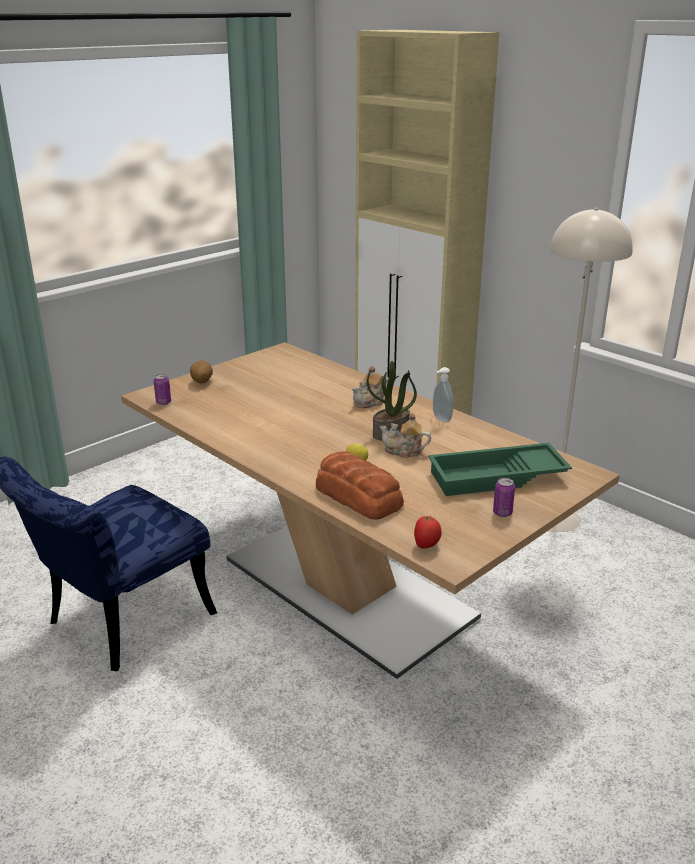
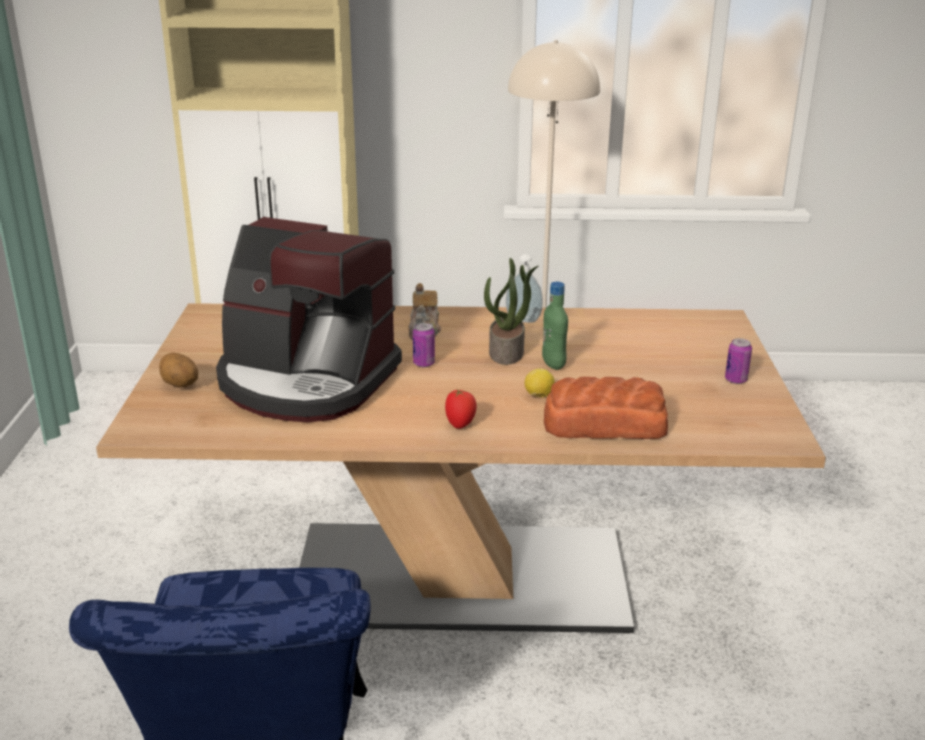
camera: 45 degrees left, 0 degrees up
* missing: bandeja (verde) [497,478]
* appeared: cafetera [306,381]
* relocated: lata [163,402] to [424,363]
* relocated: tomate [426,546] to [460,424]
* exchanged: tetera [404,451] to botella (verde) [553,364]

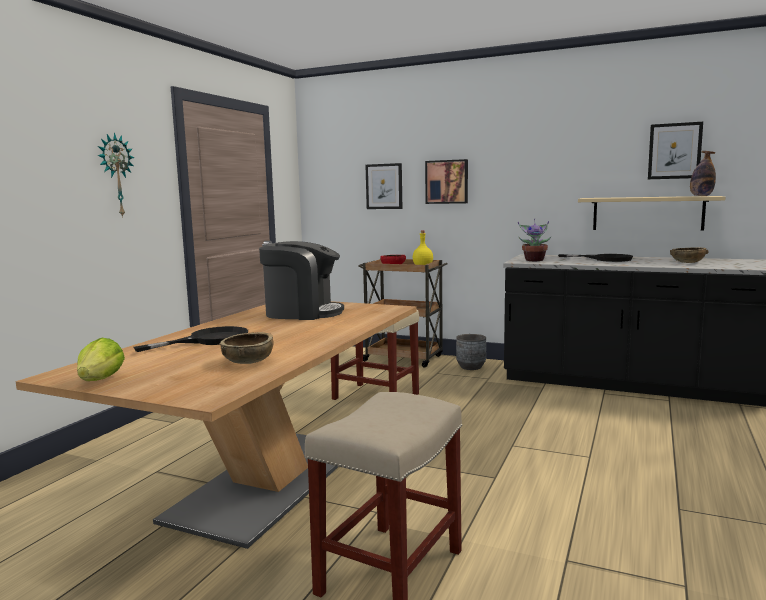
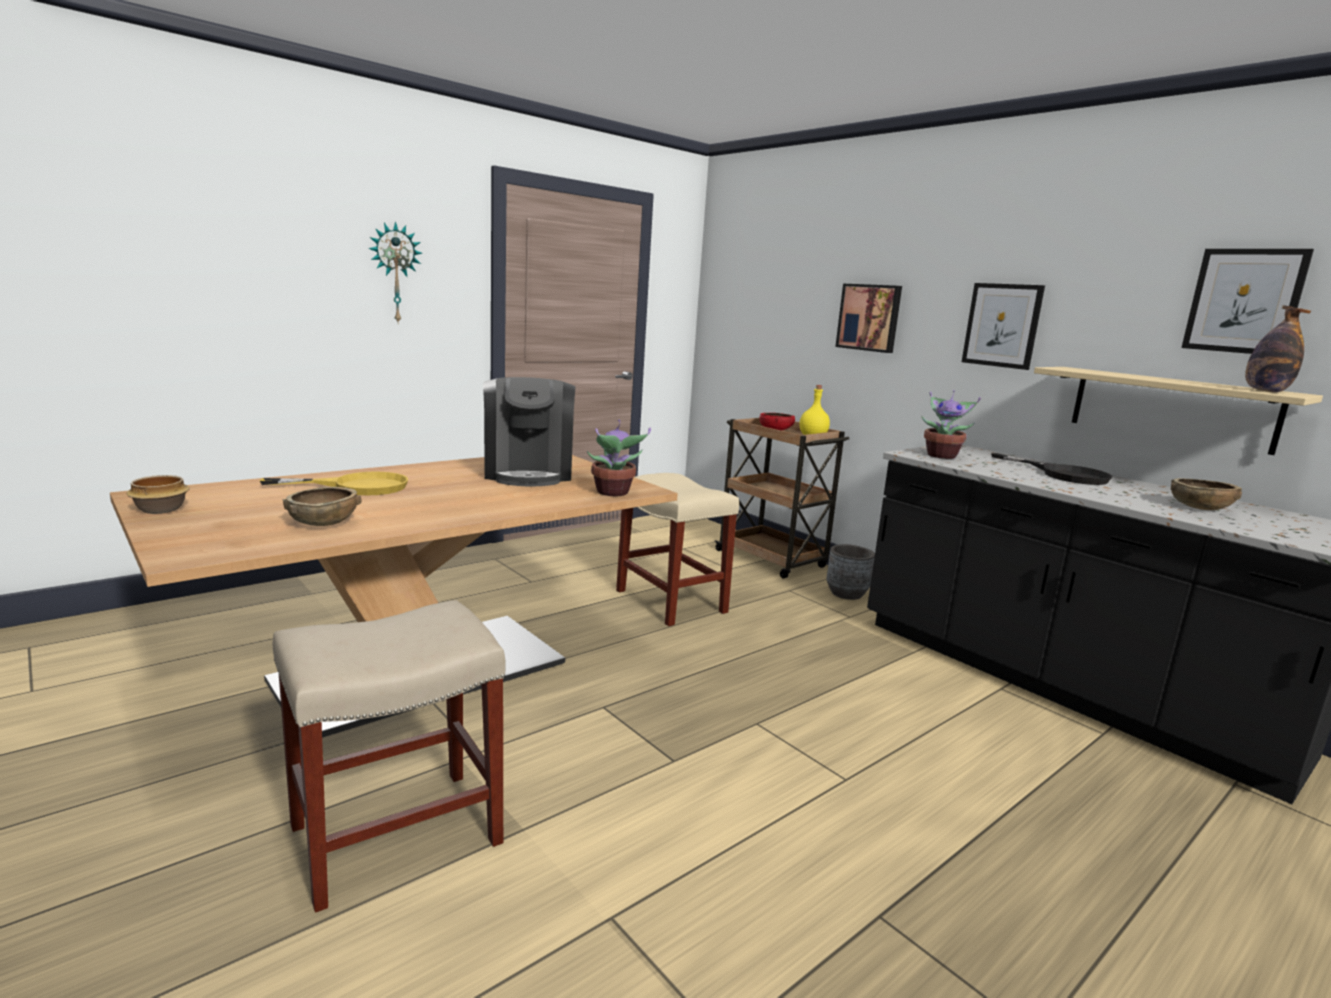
camera: 25 degrees right, 5 degrees up
* appeared: planta en maceta [613,493]
* relocated: cuadro [384,186] to [1002,325]
* exchanged: lechuga [101,380] to cuenco [162,510]
* colour: sartén (negro) [209,340] to sartén (amarillo) [357,486]
* spun: cafetera [302,313] = [528,473] 45 degrees clockwise

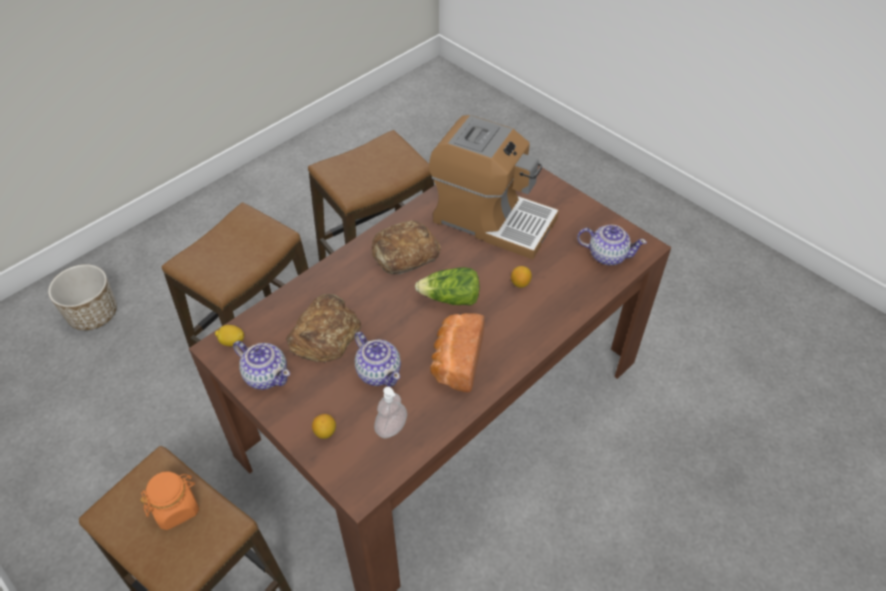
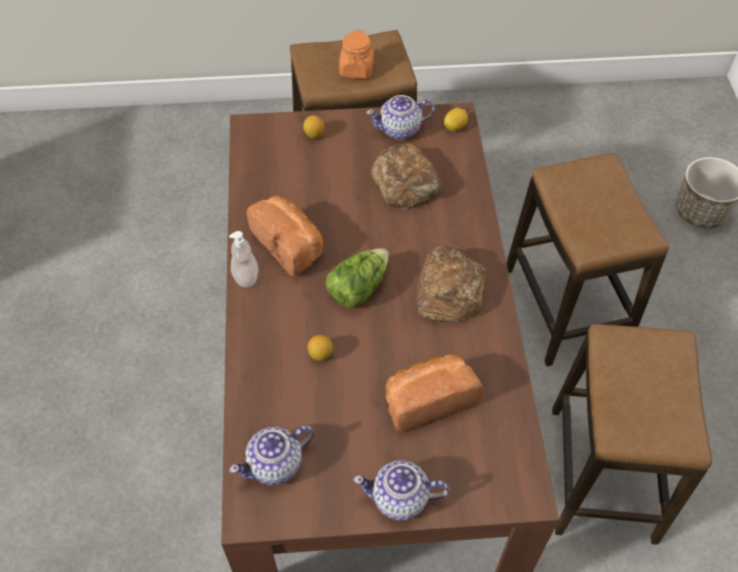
camera: 130 degrees right, 5 degrees up
* relocated: tetera [379,371] to [400,499]
* relocated: dispensador de jabón [391,427] to [246,276]
* exchanged: cafetera [492,219] to pan [427,399]

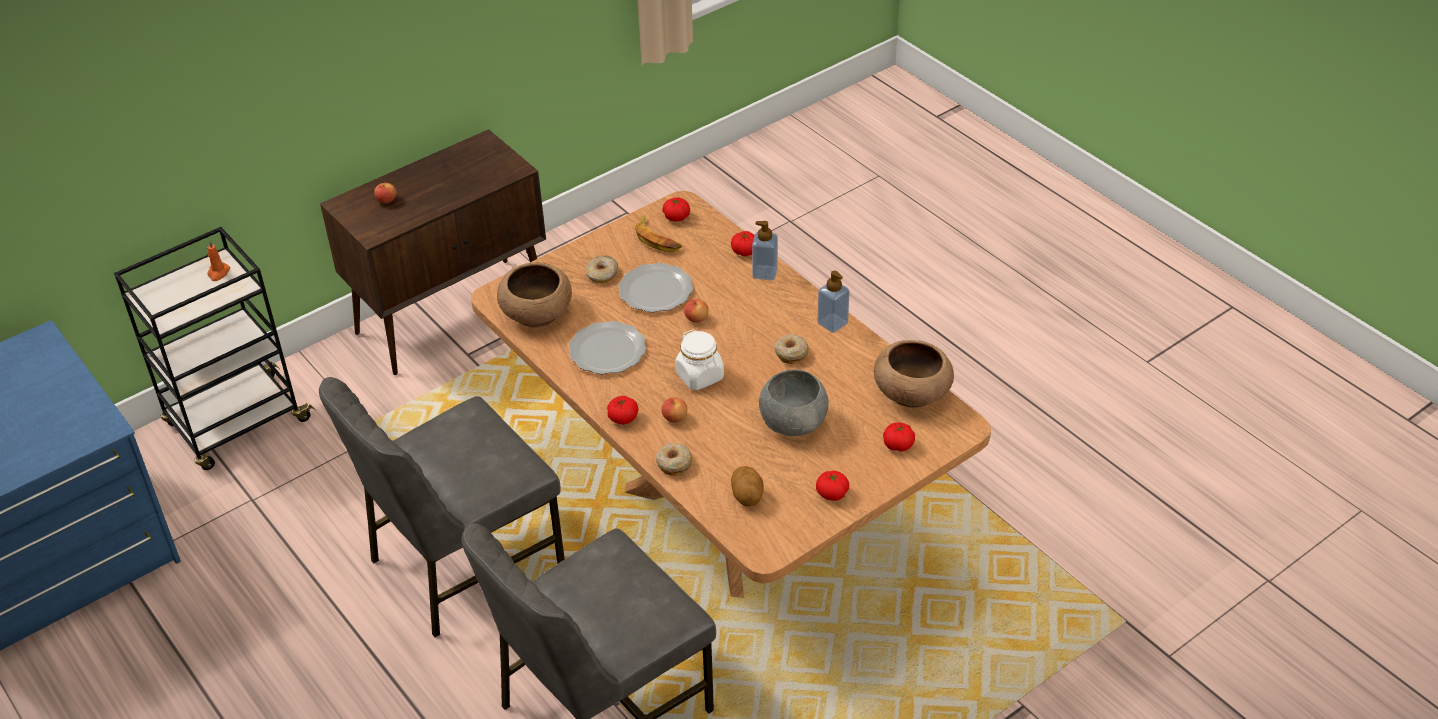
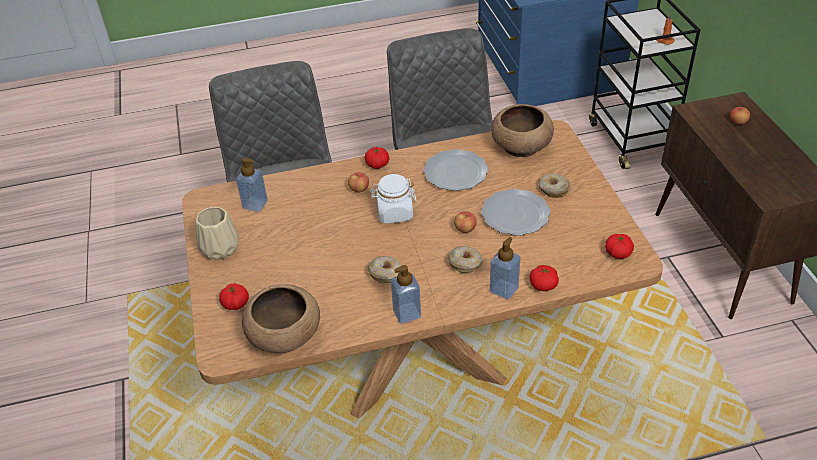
camera: 115 degrees right, 0 degrees up
* missing: plátano [657,239]
* missing: cuenco (gris) [792,423]
* relocated: rosquilla [674,463] to [465,263]
* exchanged: patata [747,496] to dispensador de jabón [255,204]
* exchanged: tomate [832,493] to florero (beis) [221,248]

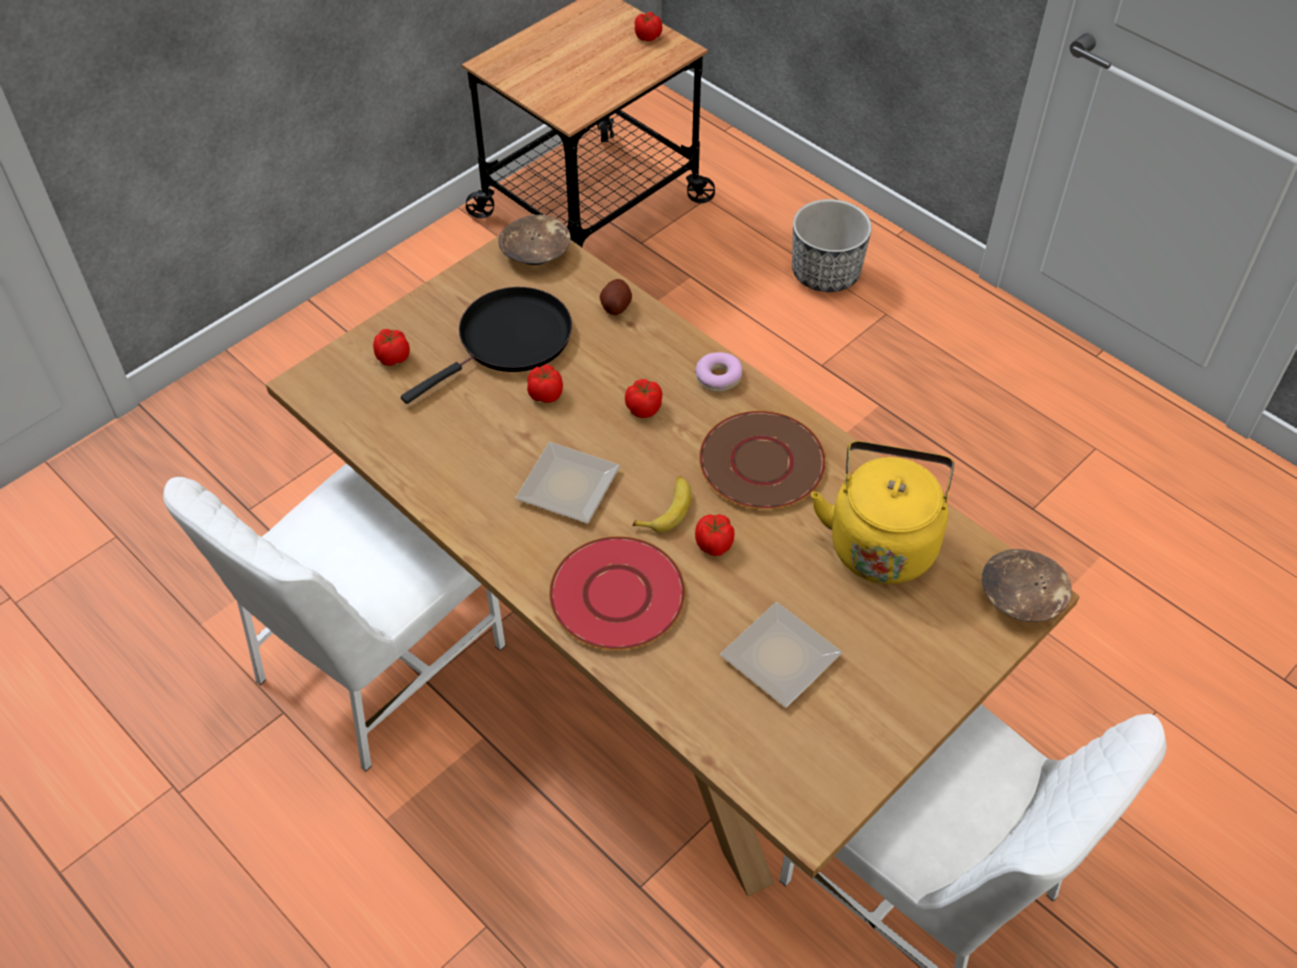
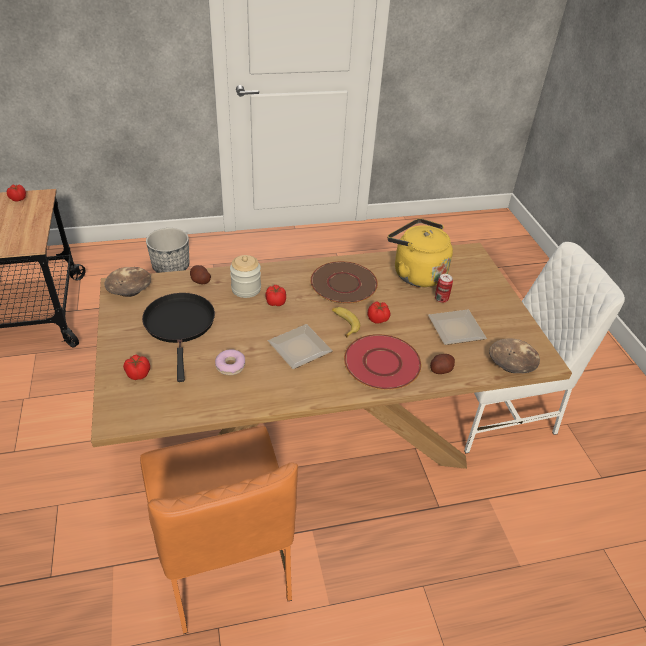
camera: 60 degrees left, 10 degrees down
* missing: tomate [546,393]
* appeared: tarro [246,289]
* appeared: patata [440,370]
* appeared: lata [441,299]
* relocated: rosquilla [718,377] to [230,366]
* relocated: cuenco (marrón) [1022,597] to [512,364]
* colour: silla (blanco) [374,663] to silla (naranja) [225,560]

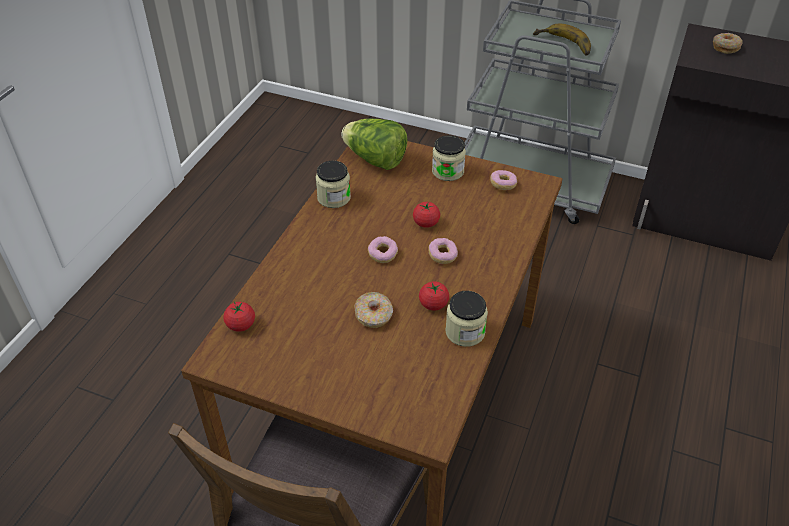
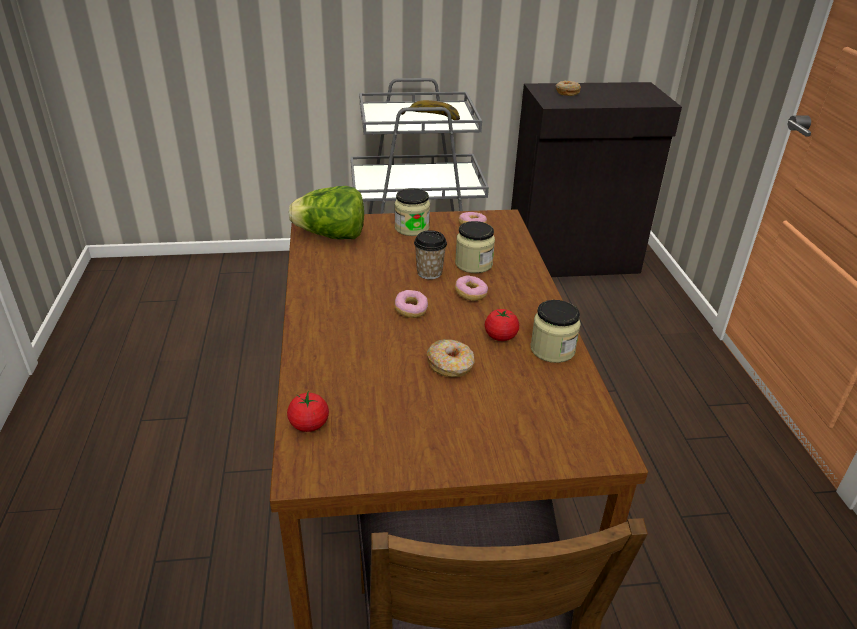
camera: 30 degrees left, 10 degrees down
* relocated: tarro [334,198] to [473,264]
* exchanged: tomate [426,223] to taza [429,273]

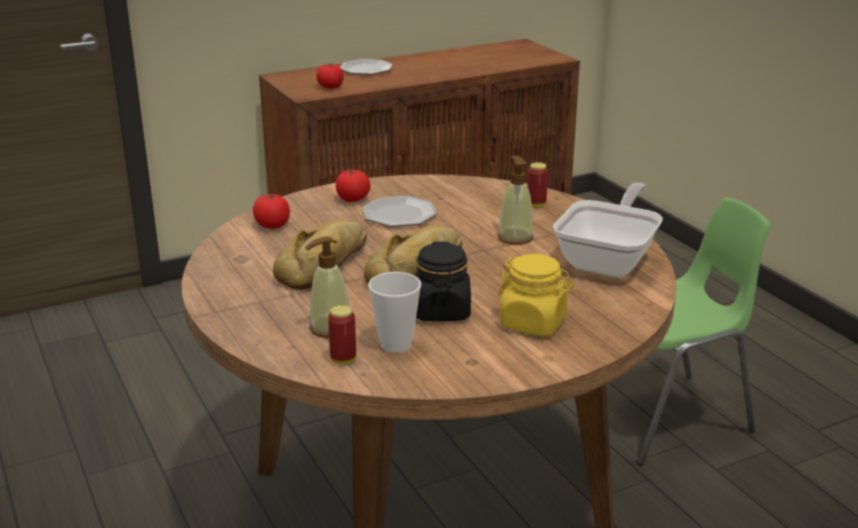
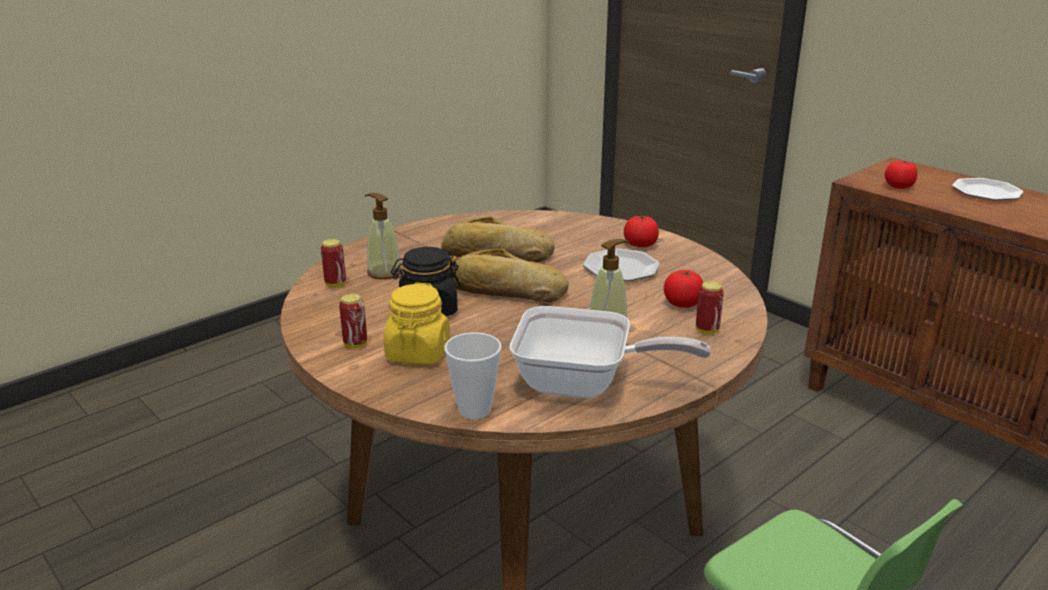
camera: 75 degrees right, 0 degrees up
* appeared: lata [355,344]
* relocated: tomate [272,225] to [682,303]
* relocated: taza [395,345] to [474,410]

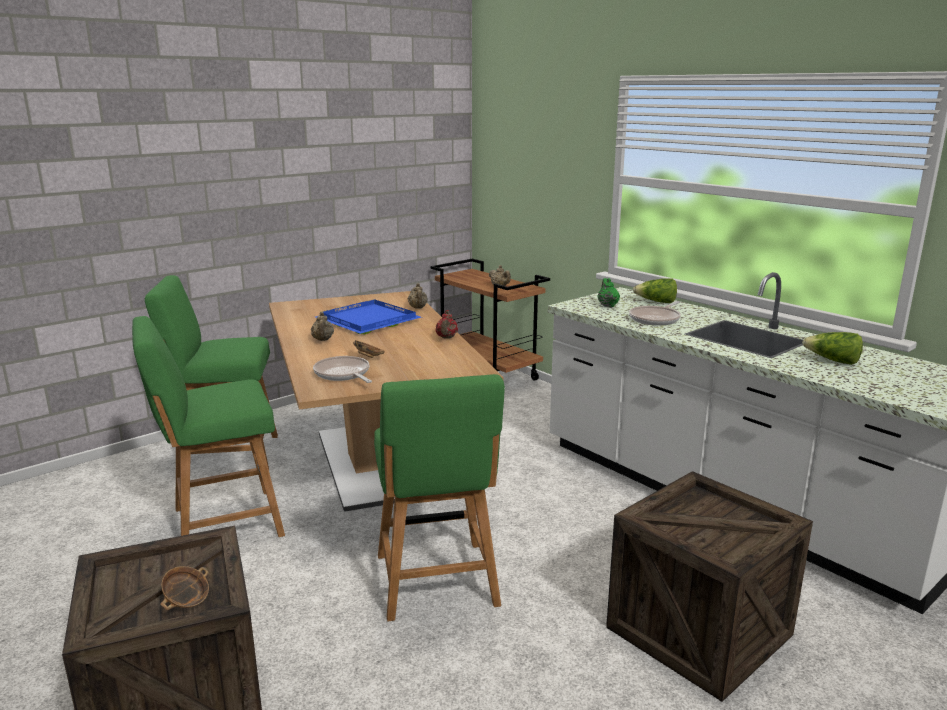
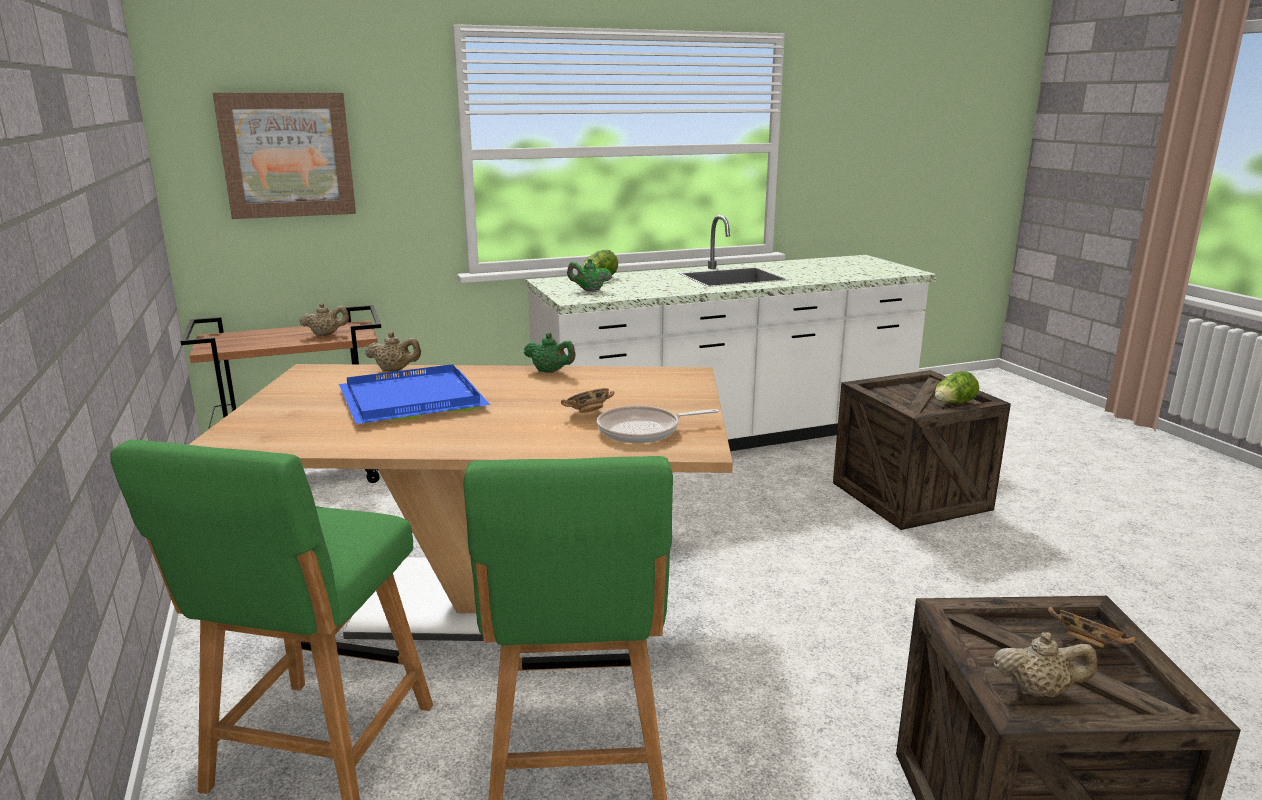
camera: 70 degrees left, 0 degrees up
* missing: silla (verde) [437,584]
* missing: sartén [656,319]
* appeared: cuadro [287,155]
* relocated: tetera (beis) [323,340] to [1038,691]
* relocated: lechuga [833,361] to [953,404]
* colour: tetera (rojo) [446,338] to tetera (verde) [550,372]

